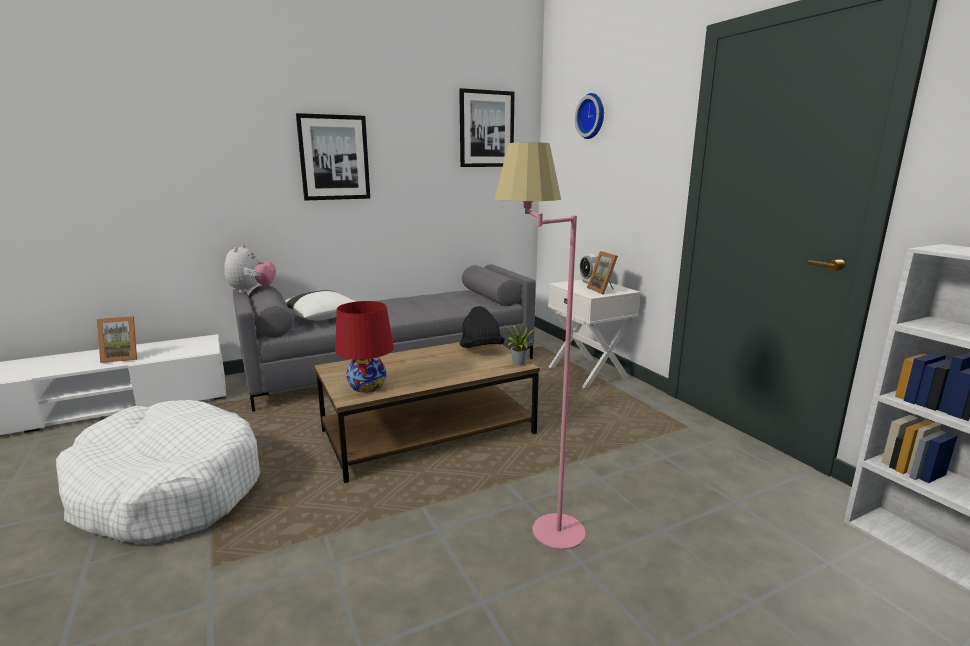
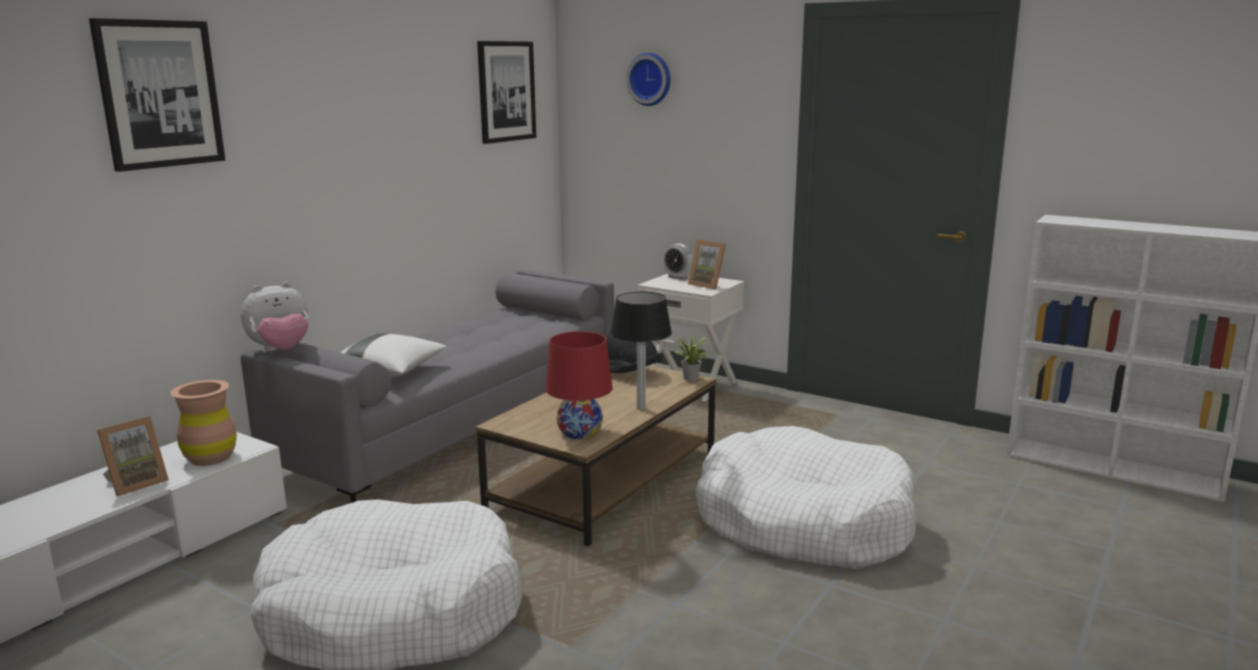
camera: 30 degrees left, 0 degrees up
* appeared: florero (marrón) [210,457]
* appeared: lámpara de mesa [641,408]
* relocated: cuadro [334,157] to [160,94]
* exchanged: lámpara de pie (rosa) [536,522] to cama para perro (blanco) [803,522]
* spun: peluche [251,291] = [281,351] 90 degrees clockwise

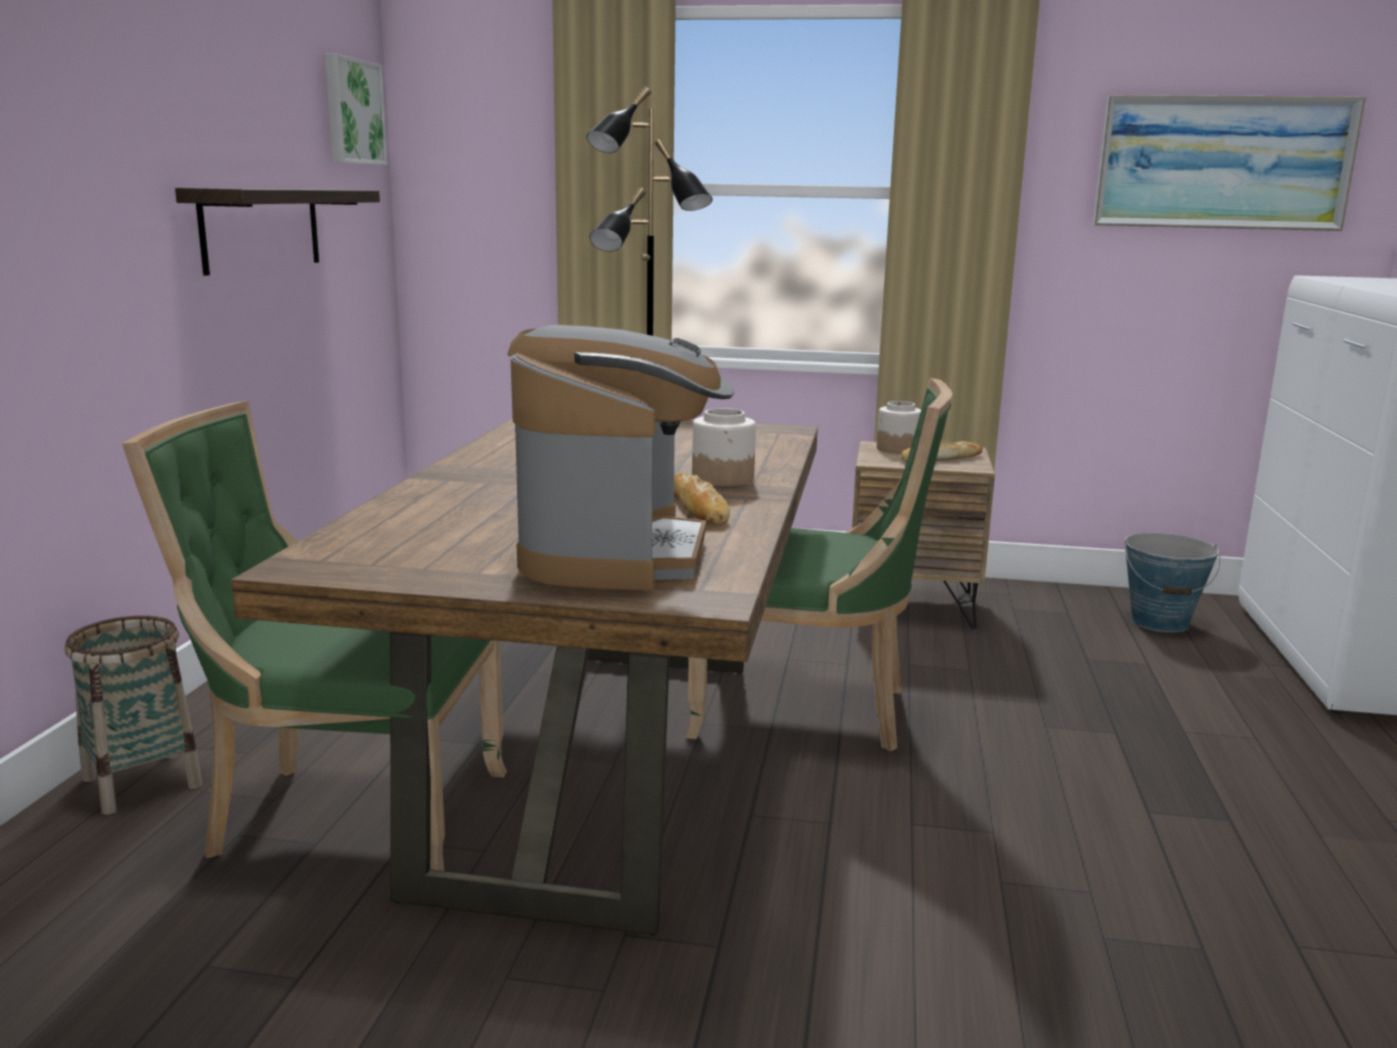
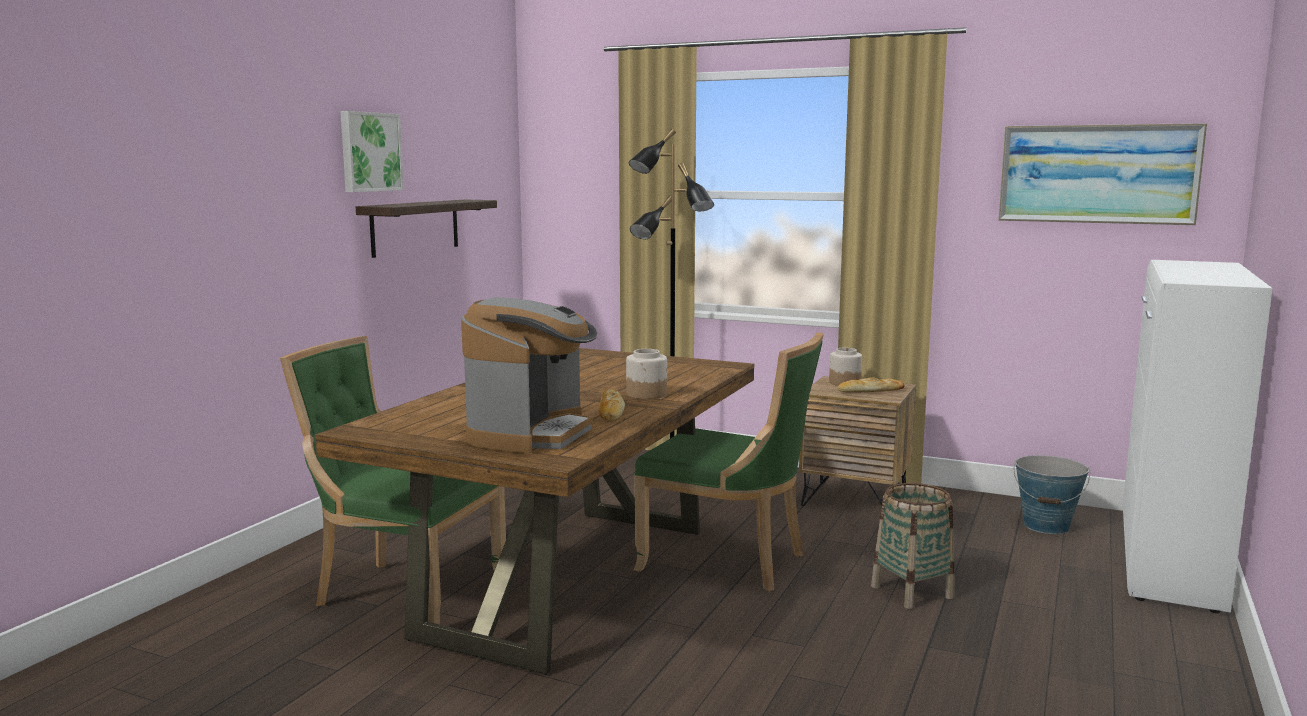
camera: 15 degrees right, 5 degrees down
* relocated: cesta [142,782] to [912,592]
* relocated: cuadro [352,112] to [369,152]

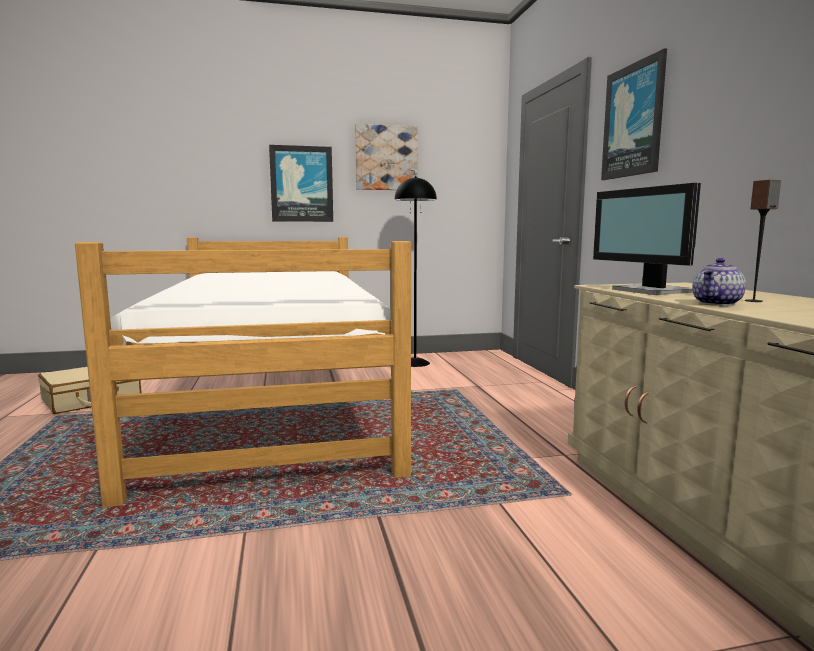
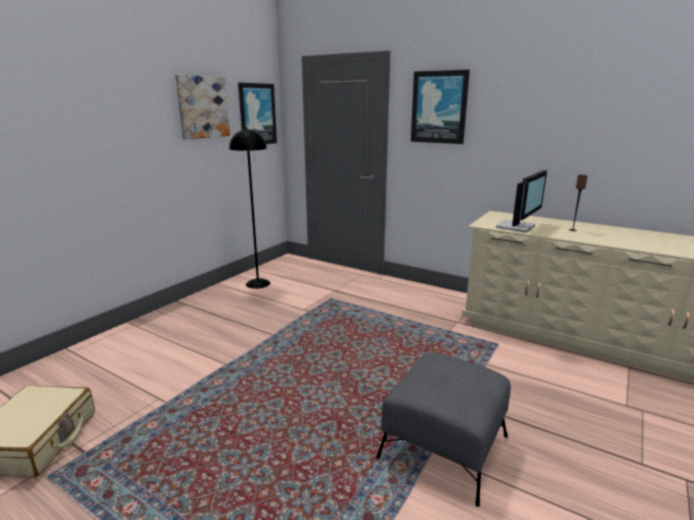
camera: 45 degrees left, 10 degrees up
* missing: cama [273,404]
* missing: tetera [718,304]
* appeared: puf (gris) [444,446]
* relocated: cuadro [301,184] to [257,114]
* spun: monitor [651,291] = [517,227] 75 degrees counterclockwise

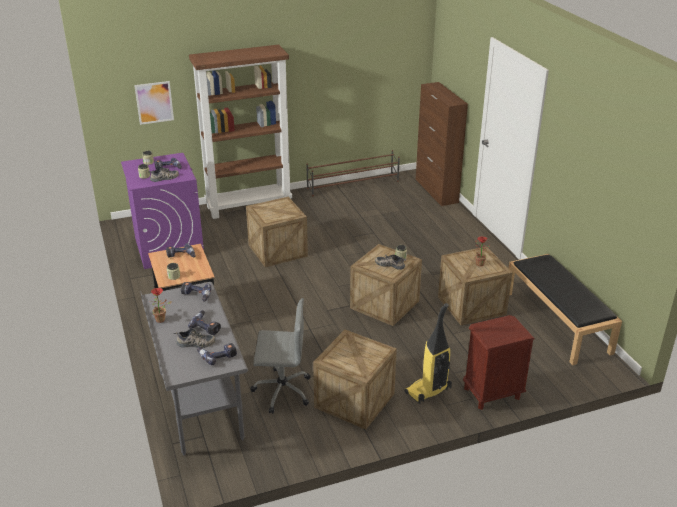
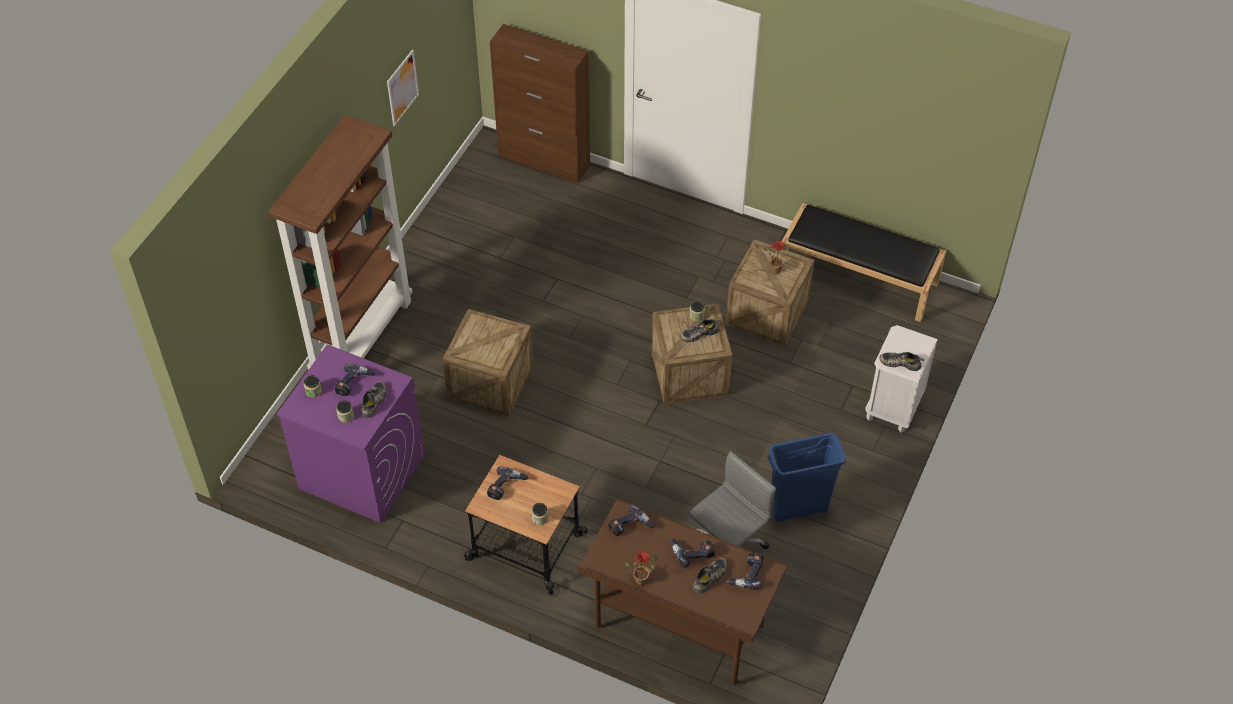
camera: 45 degrees left, 20 degrees up
* missing: zapatero (marrón) [353,185]
* missing: aspiradora [428,391]
* appeared: zapato [900,362]
* relocated: cuadro [154,102] to [402,87]
* exchanged: caja de embalaje [354,400] to papelera (azul) [798,508]
* colour: escritorio (gris) [200,405] to escritorio (marrón) [678,628]
* colour: mesita de noche (marrón) [492,393] to mesita de noche (blanco) [893,407]

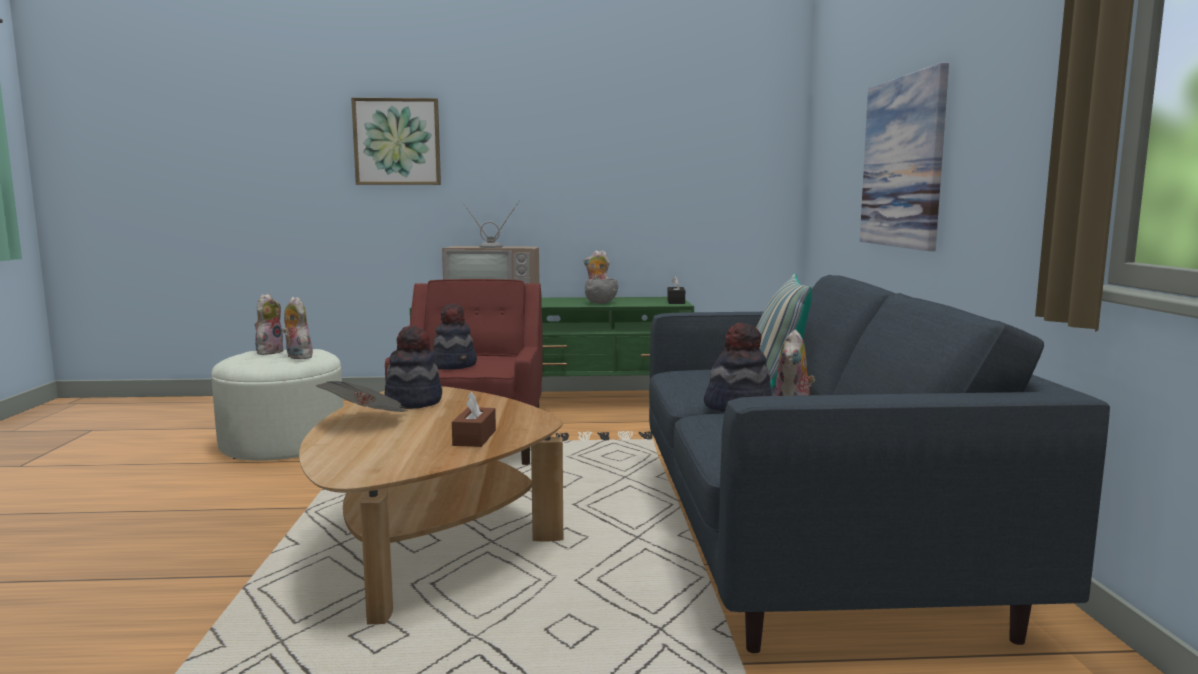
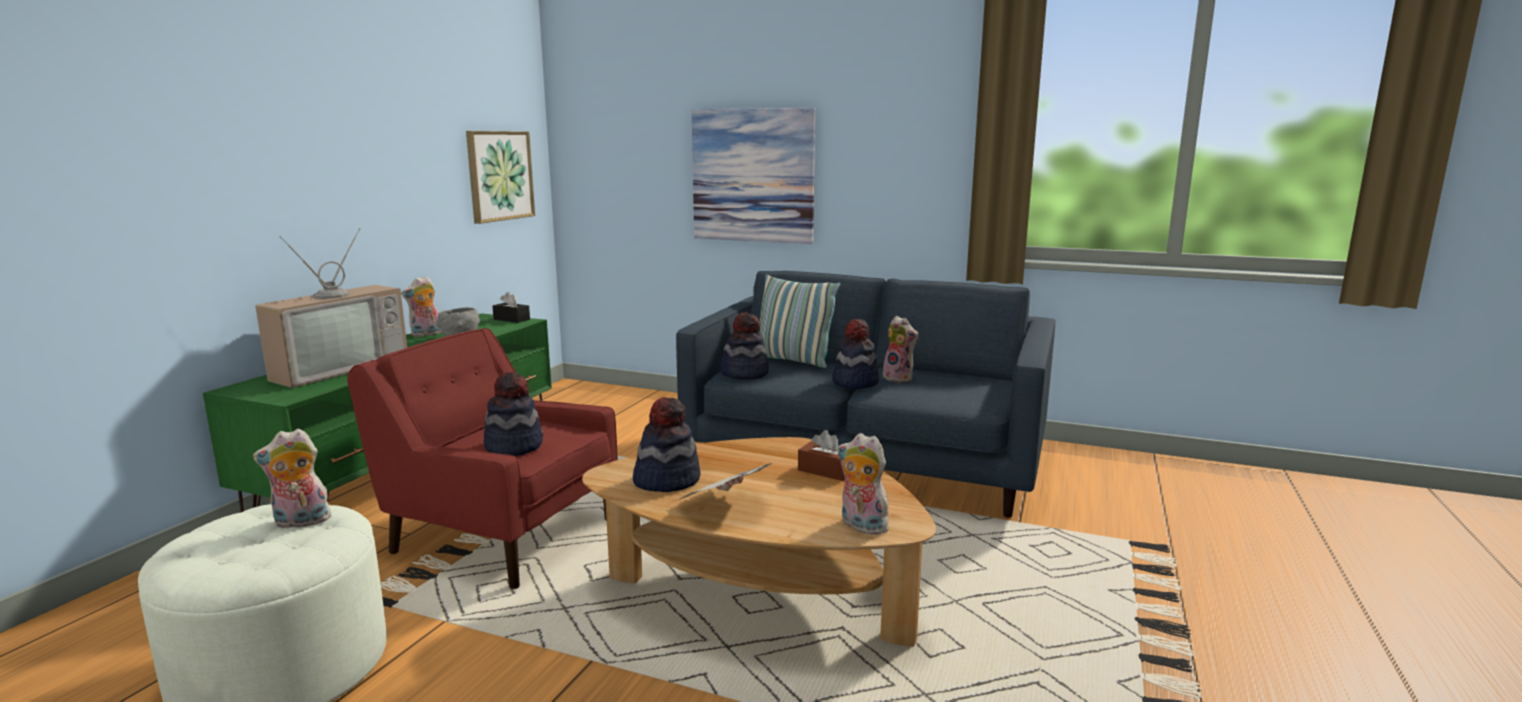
camera: 65 degrees left, 5 degrees up
* appeared: sombrero [744,373]
* relocated: peluche [269,352] to [860,526]
* relocated: cuadro [397,142] to [499,175]

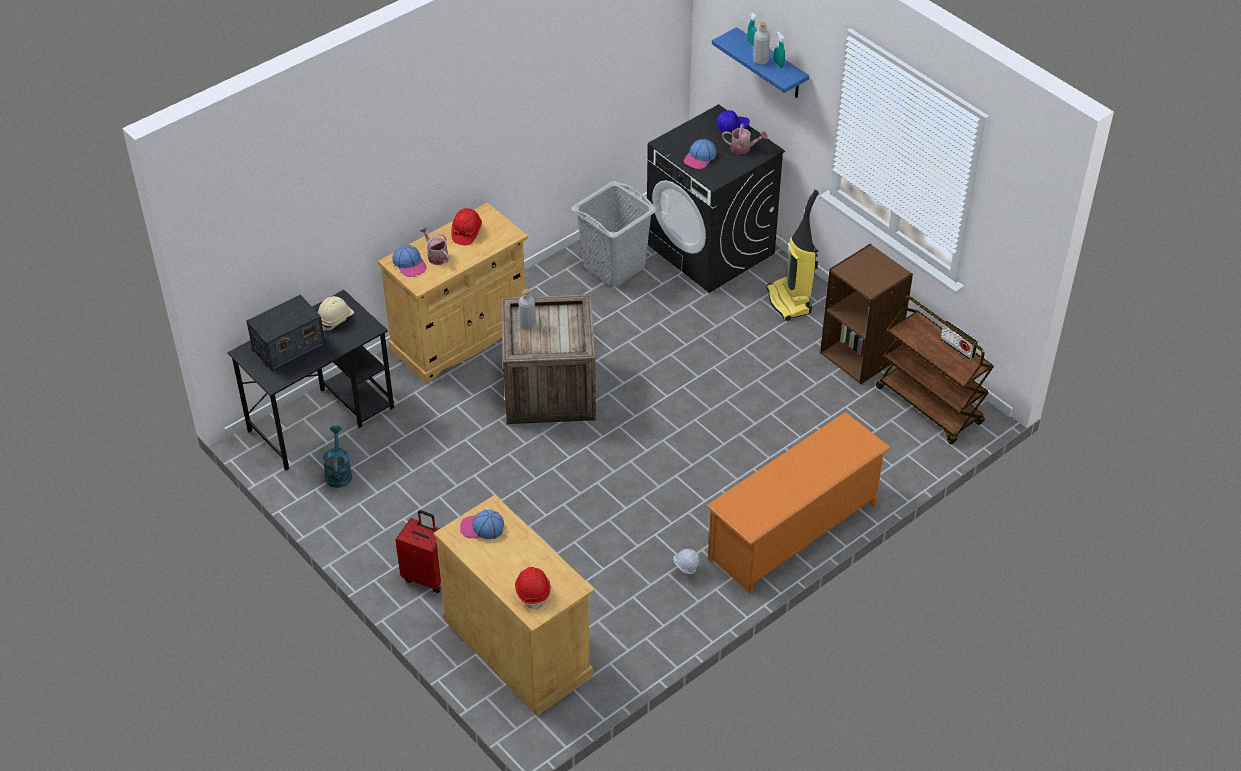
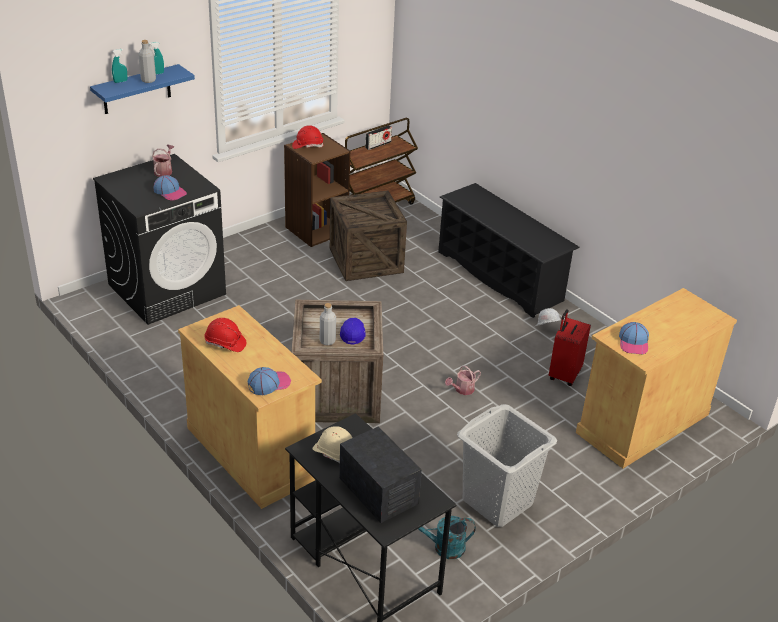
camera: 90 degrees left, 10 degrees down
* missing: aspiradora [790,301]
* appeared: caja de embalaje [366,260]
* relocated: maleta (rojo) [427,576] to [563,375]
* relocated: regadera [436,256] to [462,390]
* relocated: casco (rojo) [533,591] to [307,145]
* relocated: cesto de la ropa (gris) [613,266] to [497,502]
* relocated: gorra (azul) [732,126] to [352,334]
* colour: zapatero (naranja) [793,531] to zapatero (negro) [500,276]

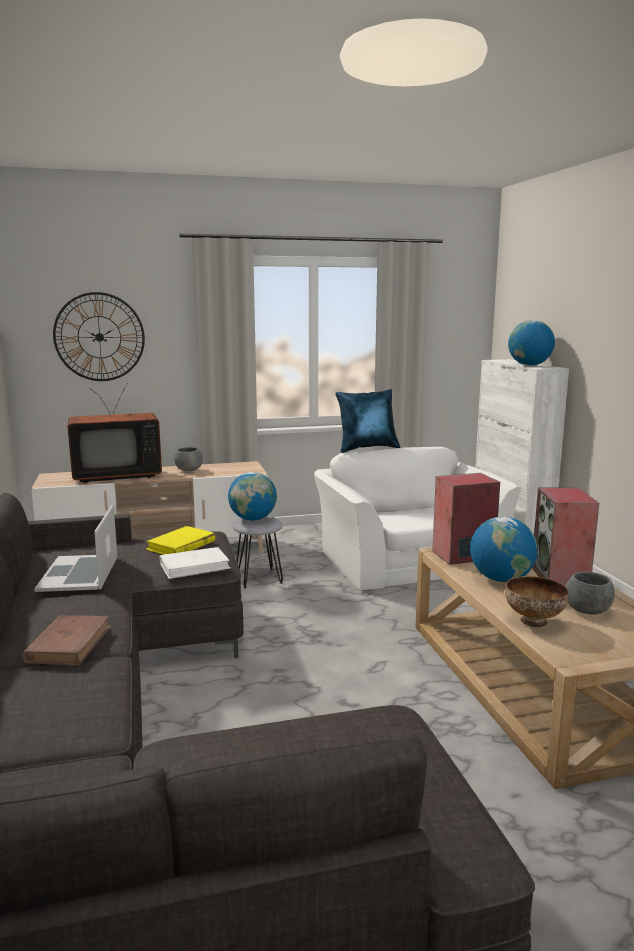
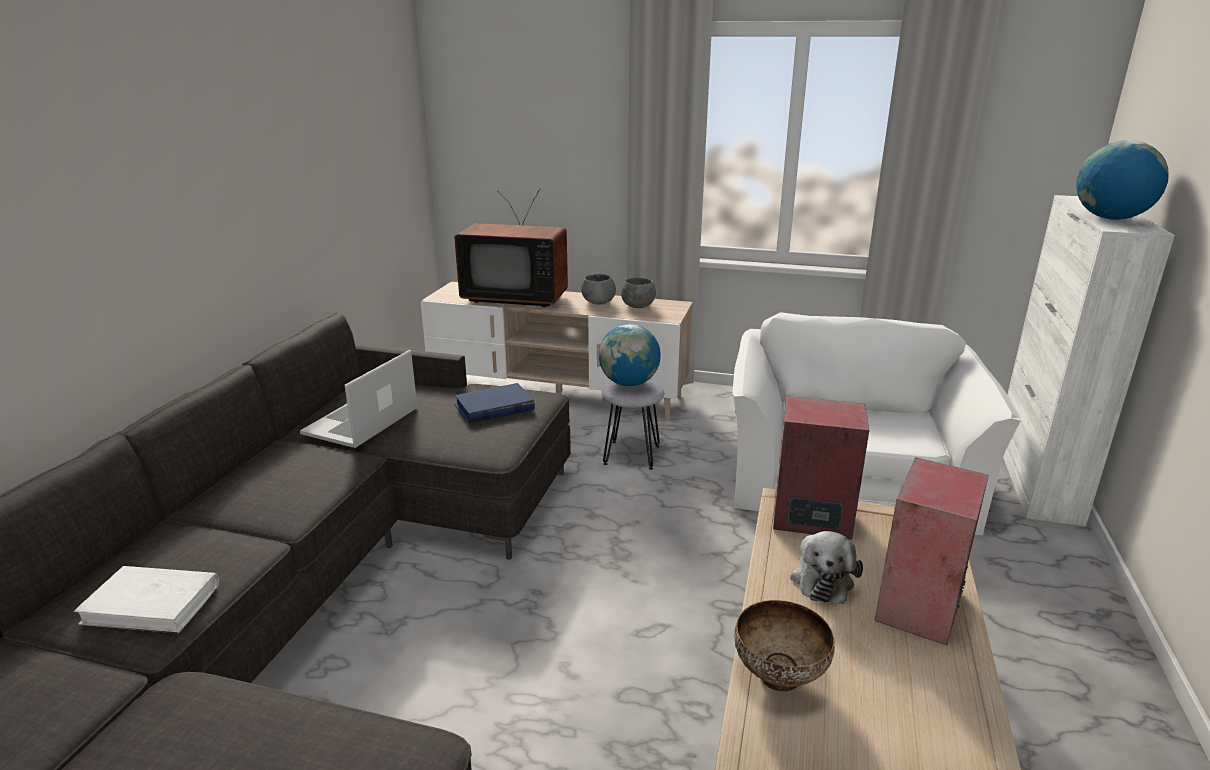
camera: 30 degrees right, 10 degrees up
* missing: libro (marrón) [69,644]
* missing: reloj de pared [99,337]
* missing: cojín (azul) [367,448]
* relocated: libro (blanco) [195,566] to [152,604]
* relocated: cuenco (gris) [587,611] to [637,306]
* exchanged: globo terráqueo [501,579] to peluche [822,579]
* colour: libro (amarillo) [181,545] to libro (azul) [494,407]

